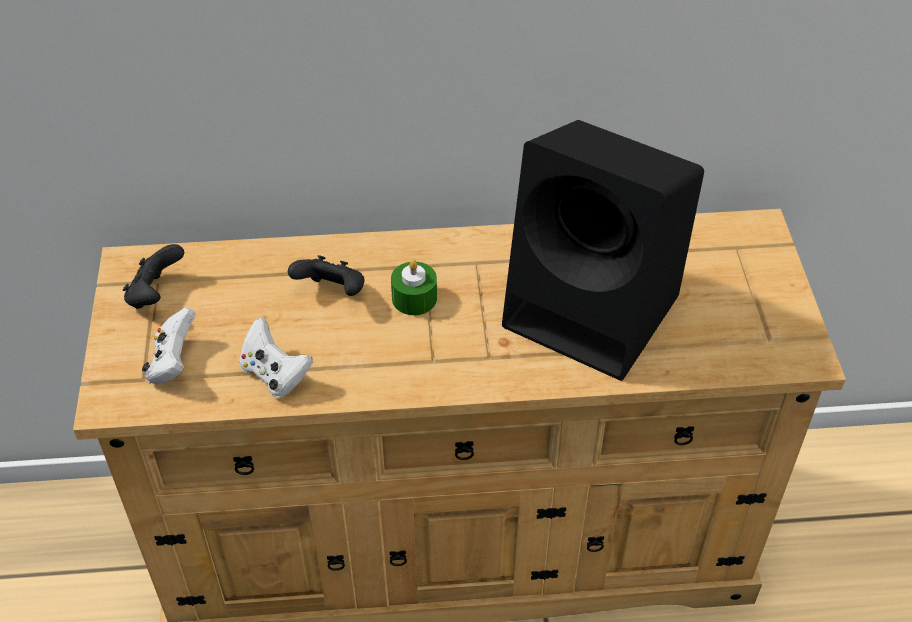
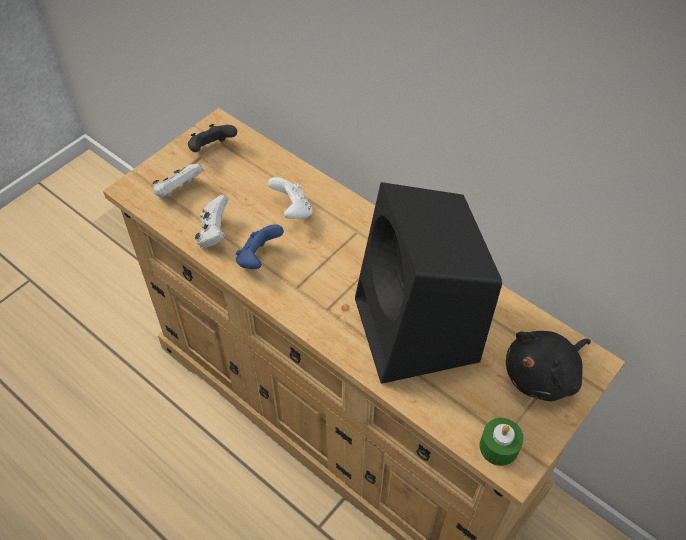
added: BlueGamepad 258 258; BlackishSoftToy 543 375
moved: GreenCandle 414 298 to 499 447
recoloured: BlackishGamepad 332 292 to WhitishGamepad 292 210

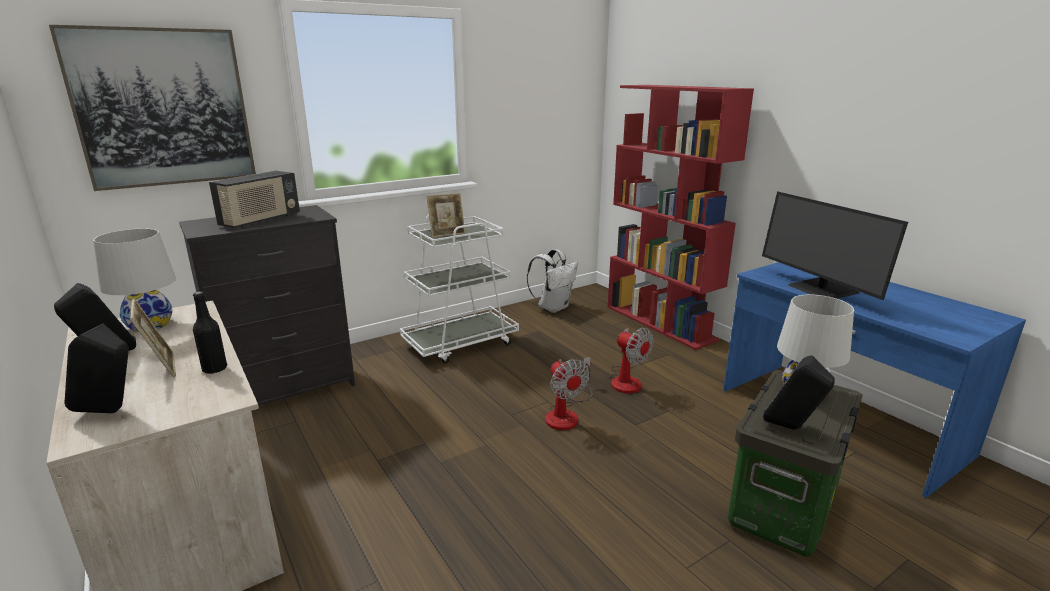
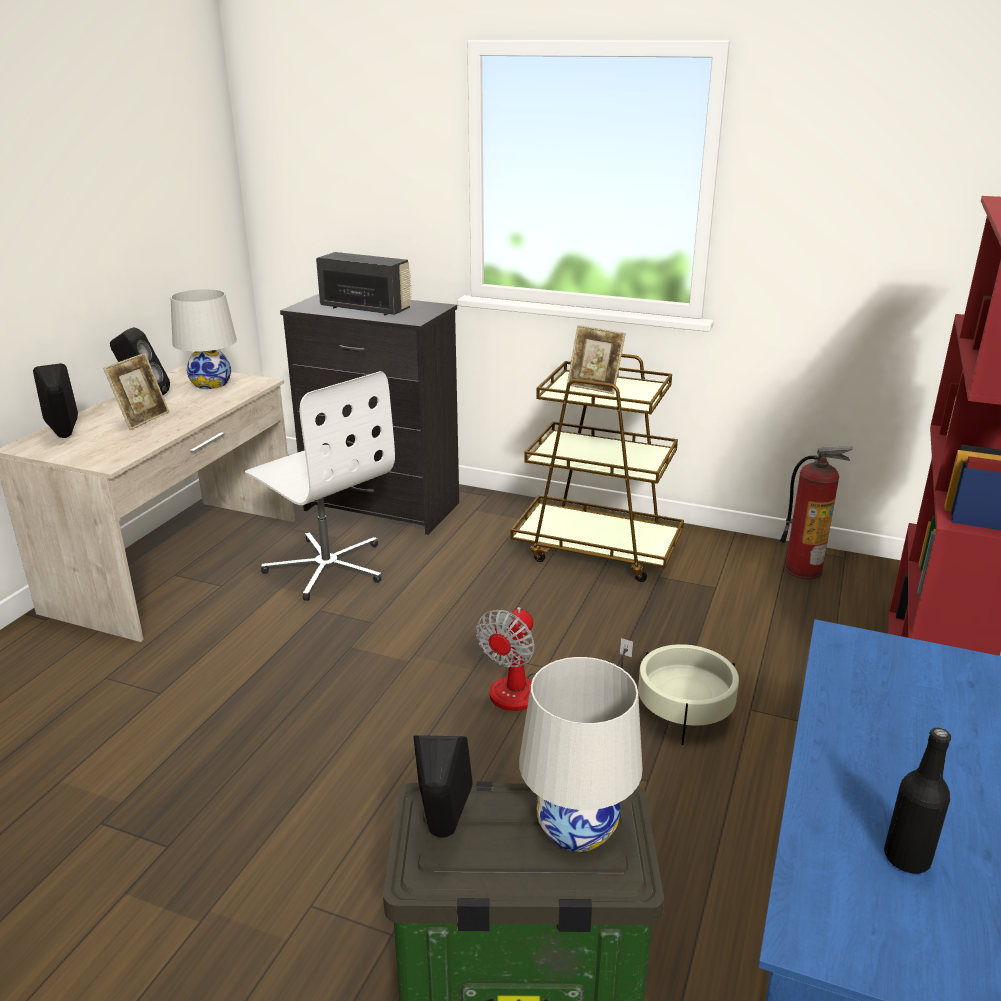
removed: WallArt 163 108; ComputerDisplay 821 289
added: WhitishOfficeChair 327 567
moved: BlackishBottle 215 369 to 906 858
replaced: WhitishRucksack 553 307 to FireExtinguisher 803 569; CoolingFan 626 379 to BeigeFlowerPot 684 711
recoloured: WhitishTrolley 461 343 to BrownTrolley 597 549
turned: RadioSet 260 221 = 366 309 150 degrees counterclockwise

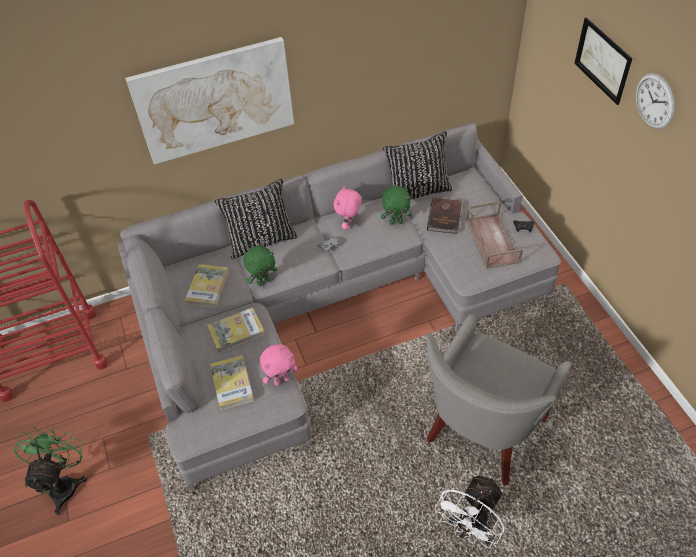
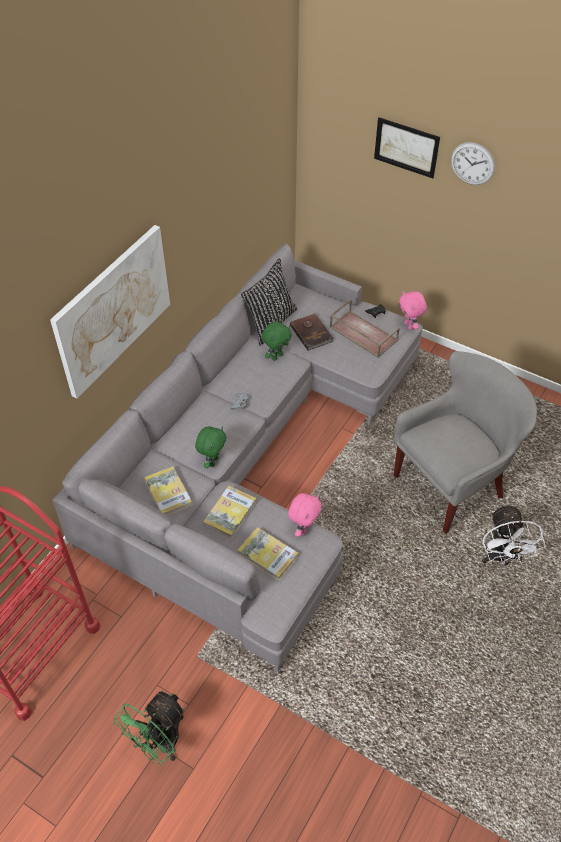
removed: BlackishCushion 261 241
moved: PinkSoftToy 349 225 to 409 326
turned: GreenCoolingFan 65 483 = 159 743 105 degrees counterclockwise; GrayEasyChair 483 432 = 451 486 120 degrees counterclockwise

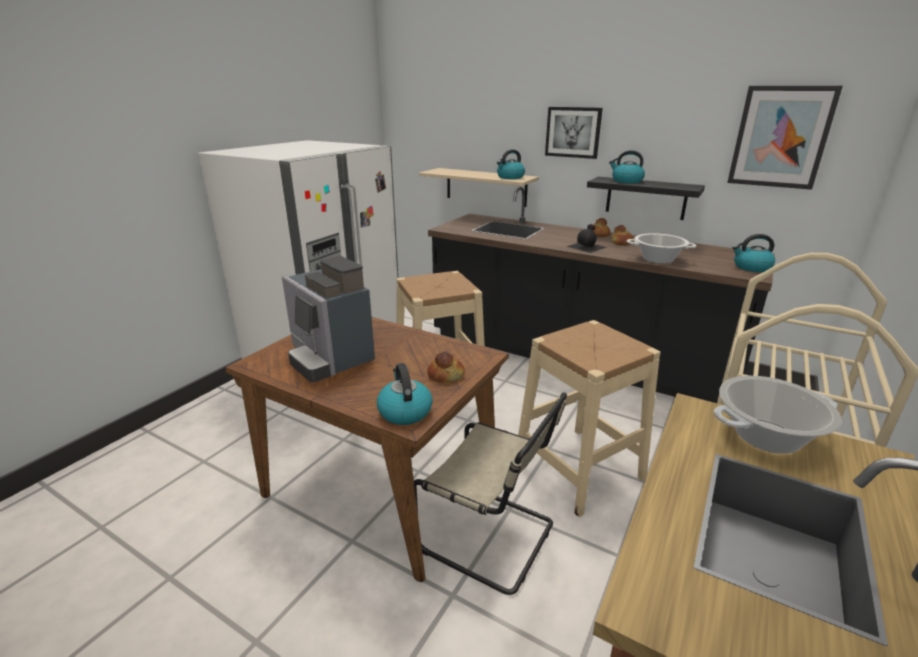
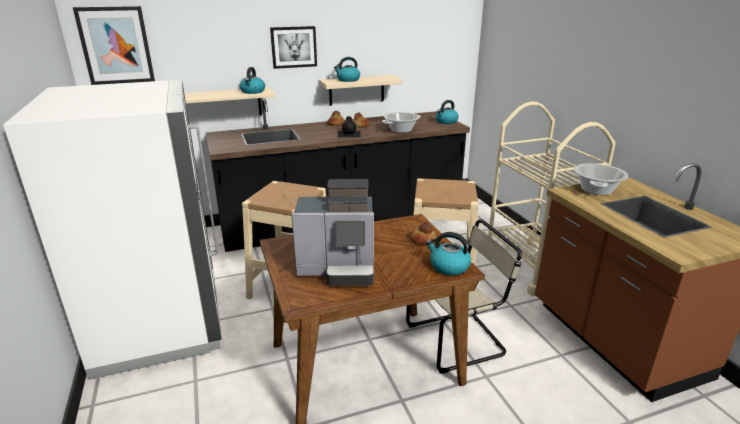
moved: WallArt 780 137 to 116 45
recoloured: BlackishWallShelf 646 198 to BeigeWallShelf 356 90

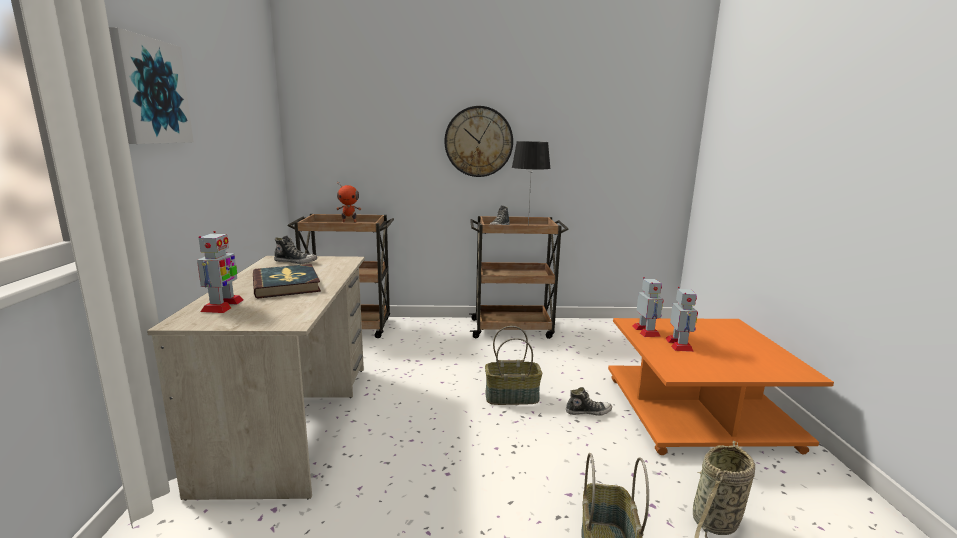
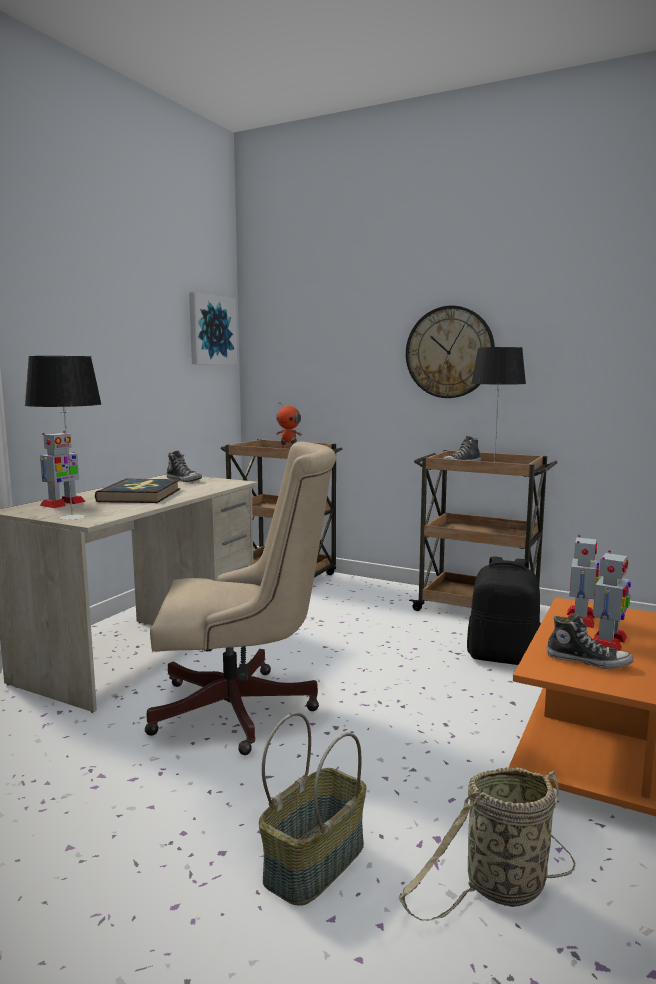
removed: Basket 512 397
added: TabletopLamp 71 517; BeigeOfficeChair 244 710; BlackishRucksack 503 657
moved: WallArt 151 91 to 211 330; Shoe 588 412 to 588 661

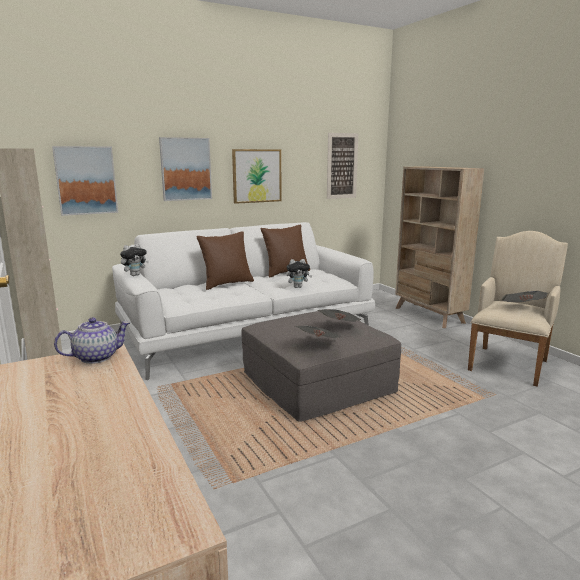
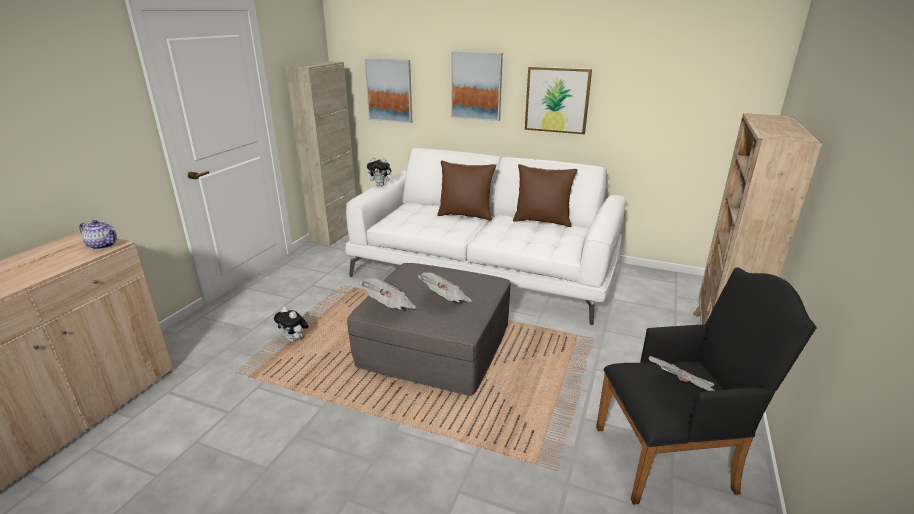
removed: WallArt 342 166
moved: SoftToy 298 287 to 294 340
recoloured: BeigeEasyChair 509 363 to BlackishEasyChair 672 458

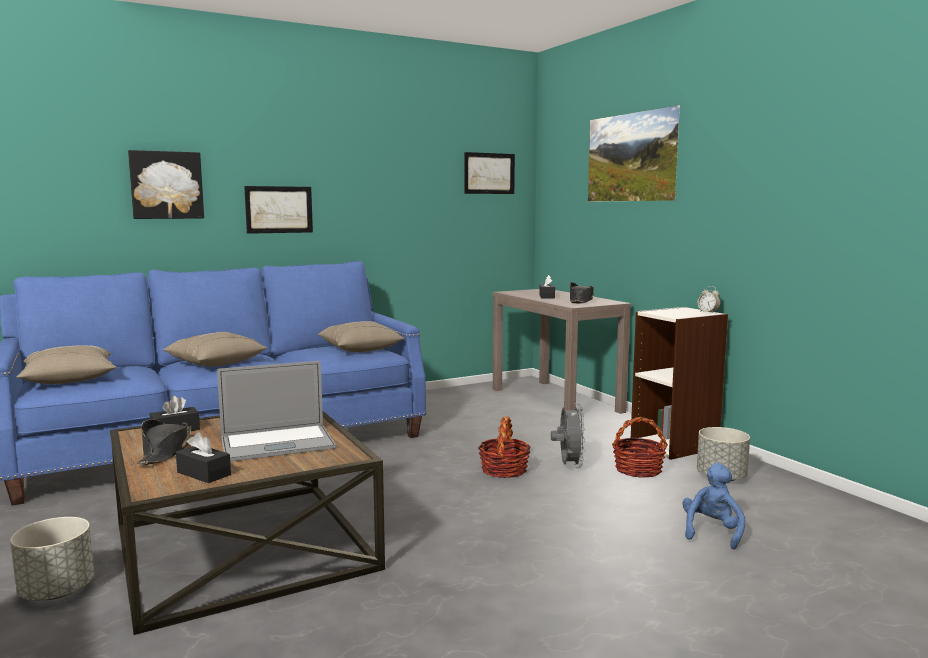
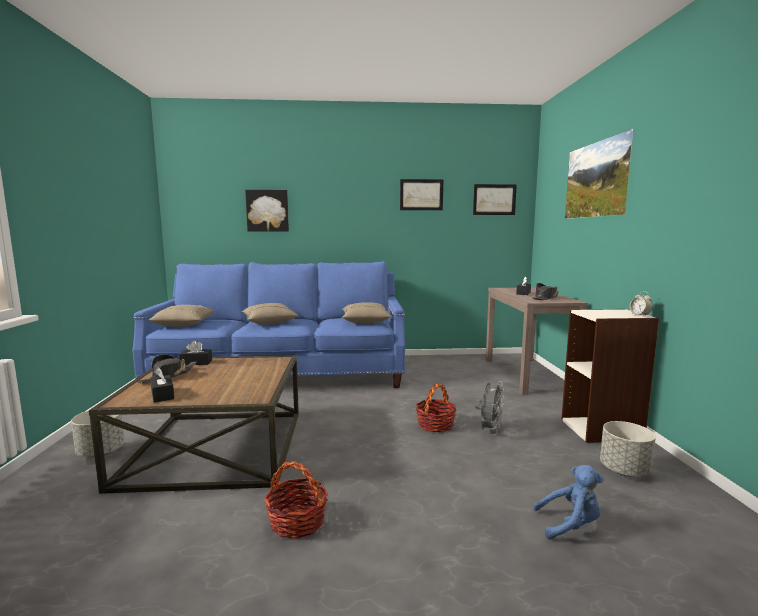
removed: Laptop 277 443
moved: WallArt 279 209 to 421 194; Basket 638 470 to 297 521
turned: BlueSoftToy 712 532 = 570 525 45 degrees clockwise

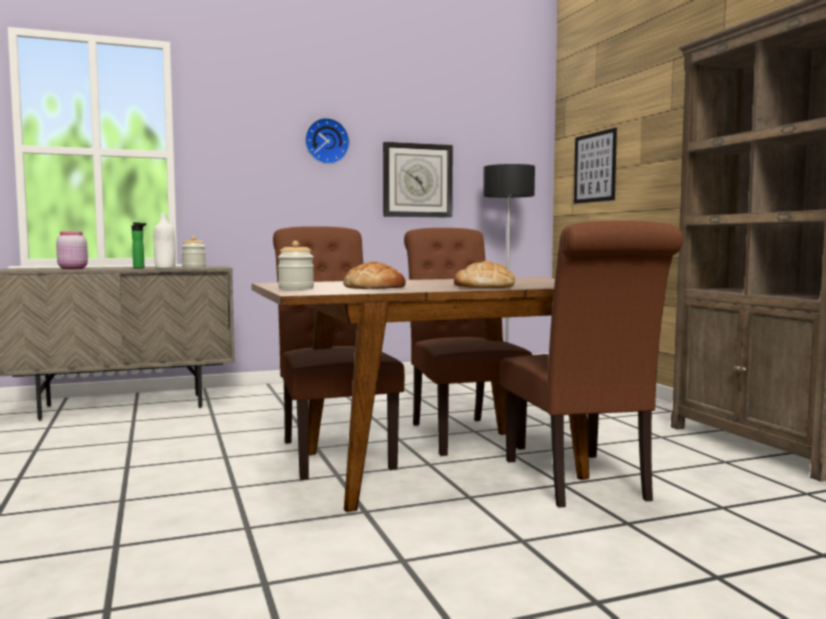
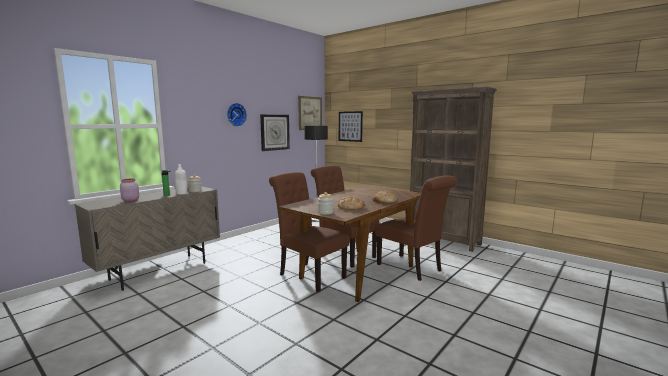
added: WallArt 310 113

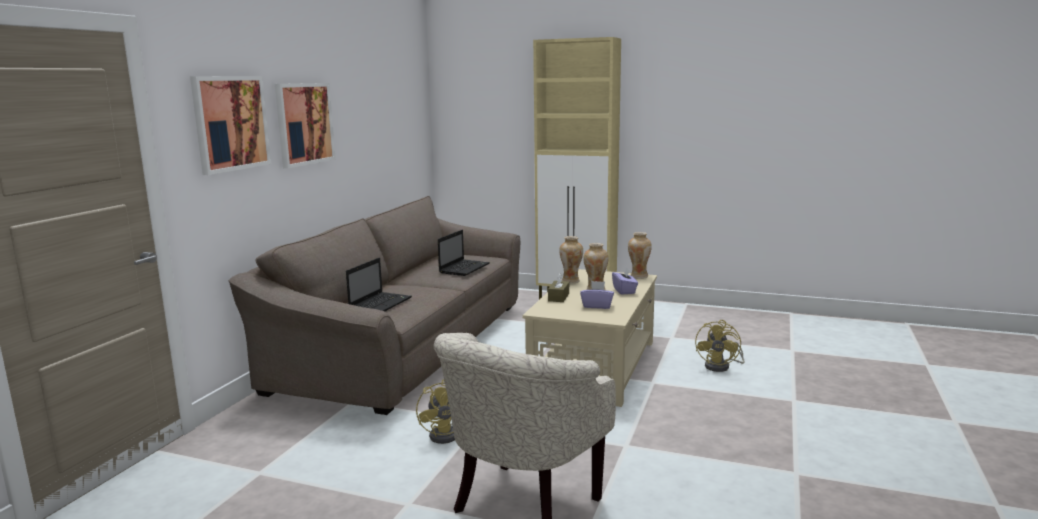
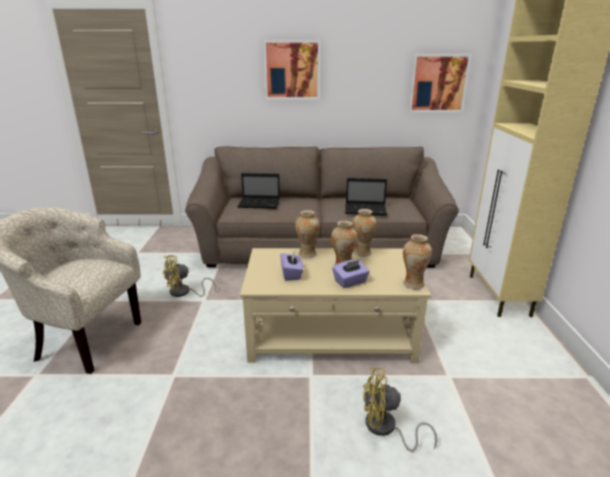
moved: WallArt 231 123 to 438 83
replaced: BrownTissueBox 558 297 to Vase 307 254

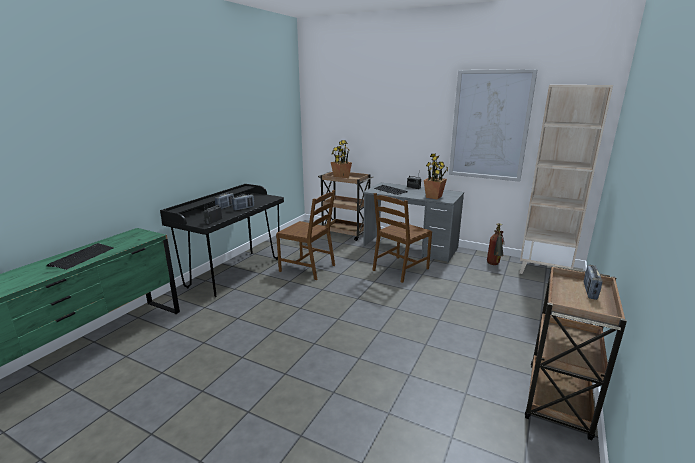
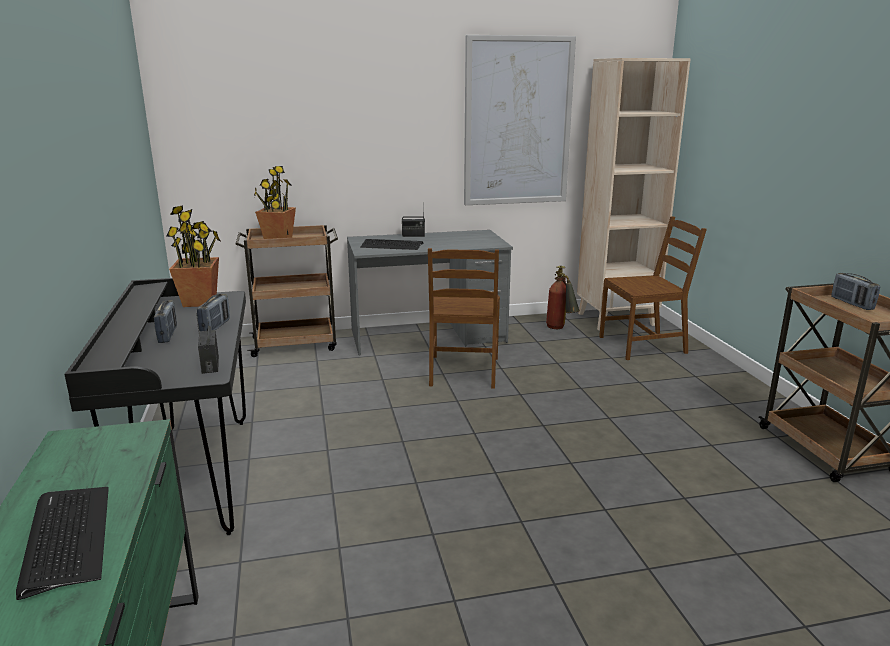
moved: BrownUprightChair 308 268 to 643 345; PottedPlant 434 197 to 200 302

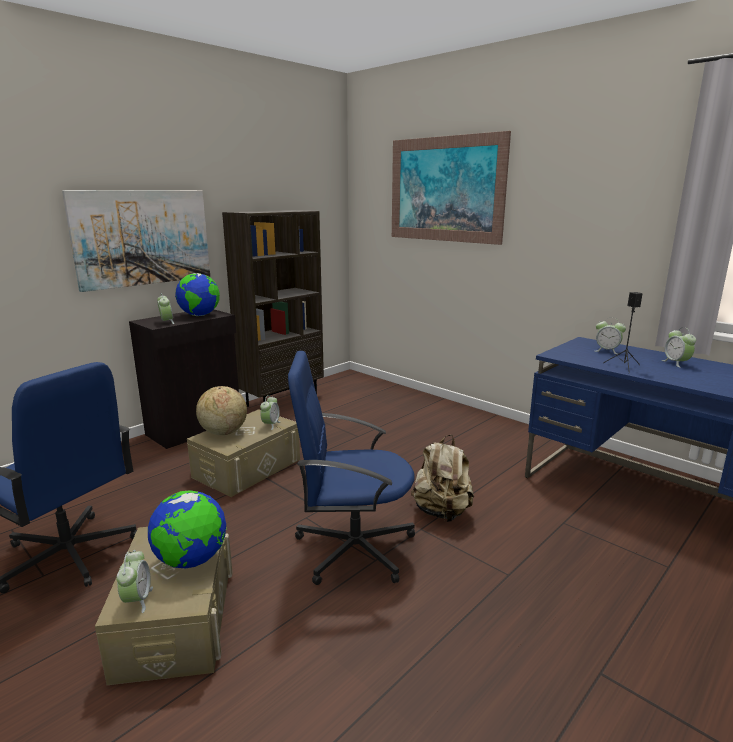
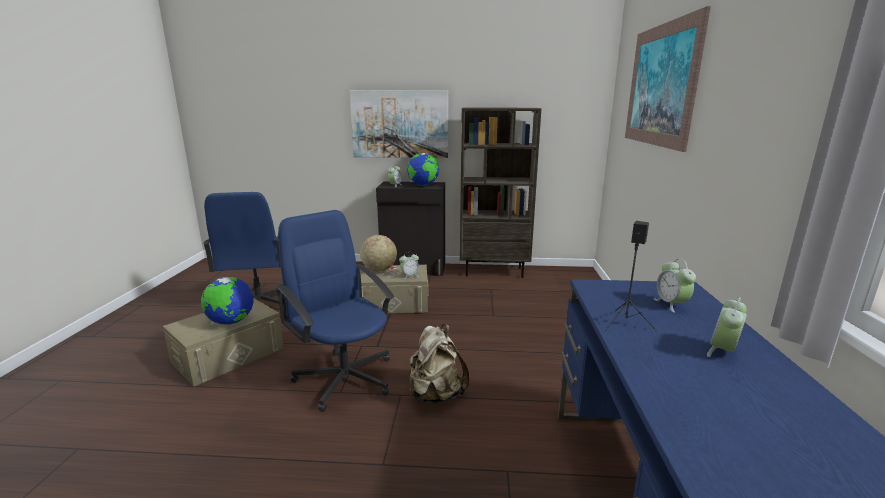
removed: BedsideClock 137 600

